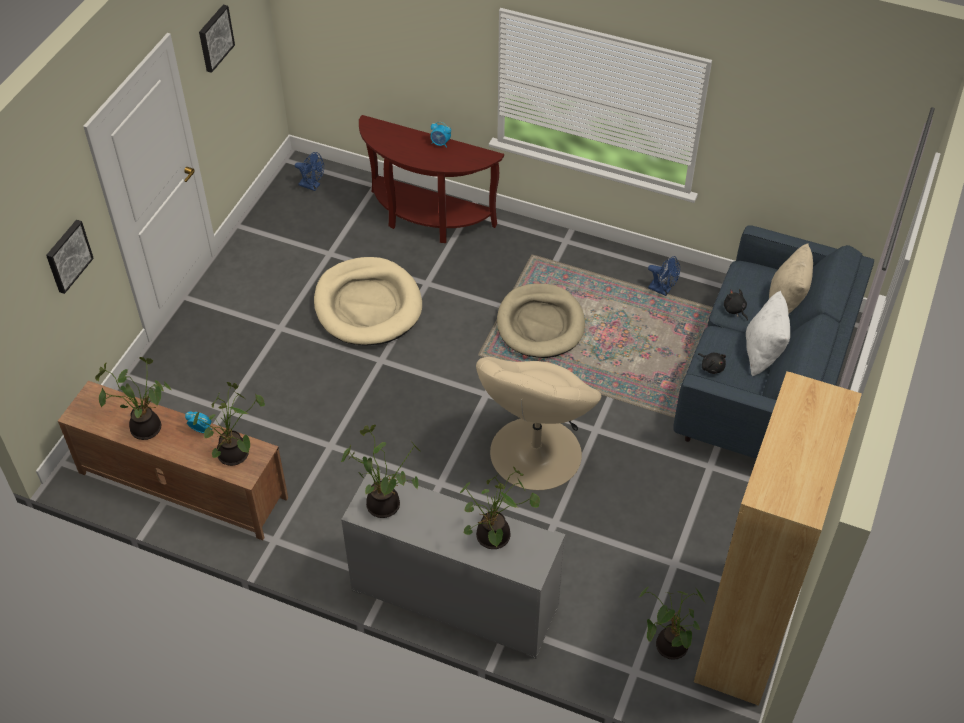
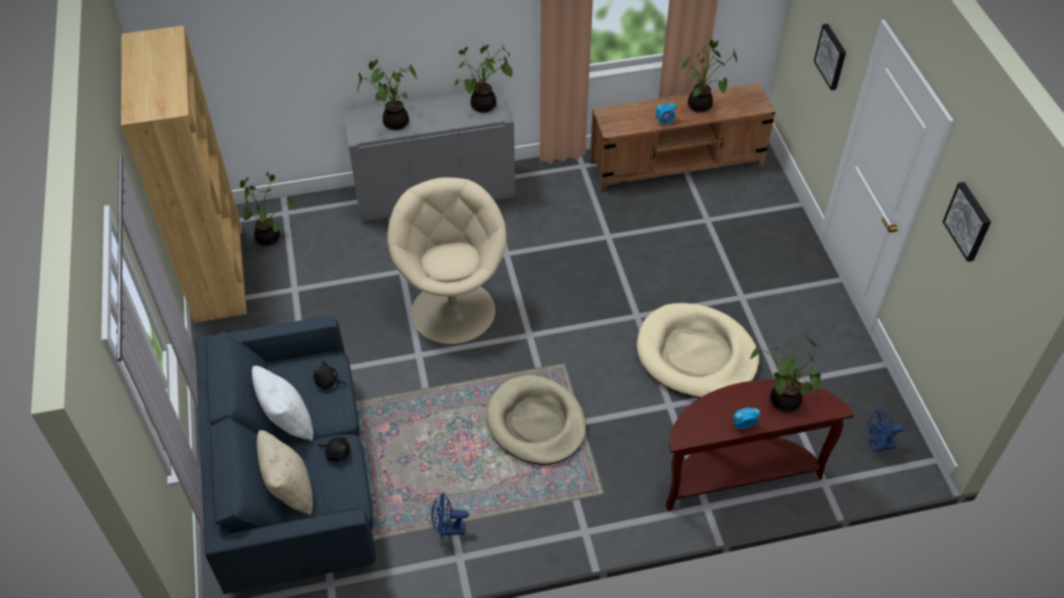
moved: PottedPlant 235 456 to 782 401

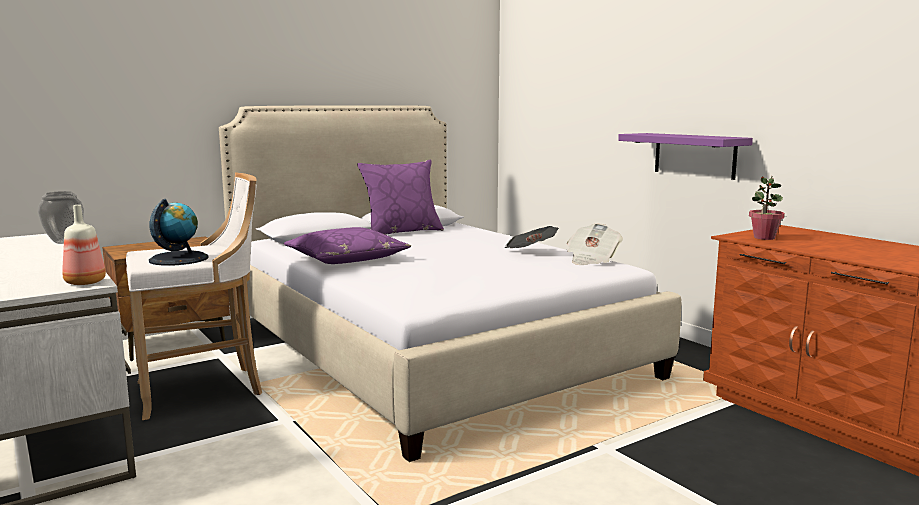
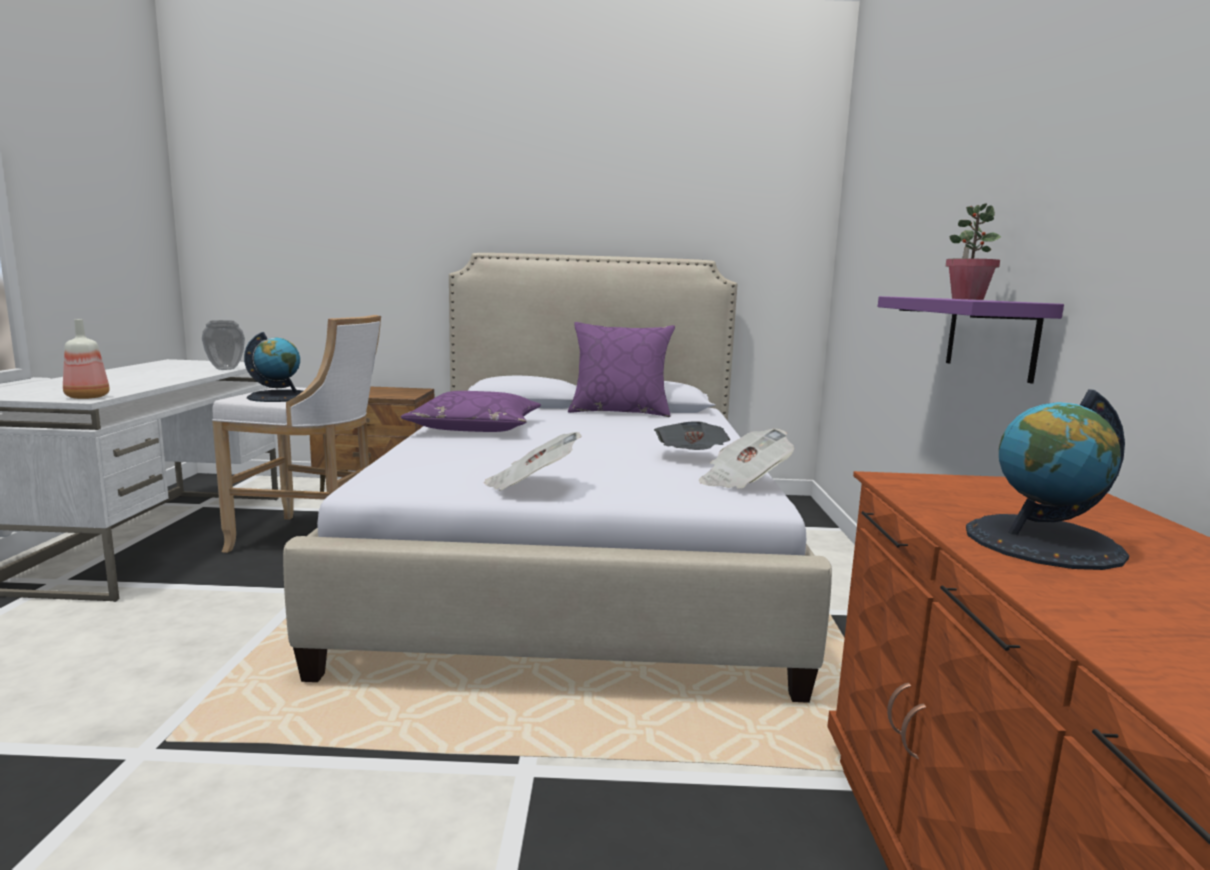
added: Newspaper 530 486; WorldGlobe 1043 542
moved: PottedPlant 764 238 to 967 299

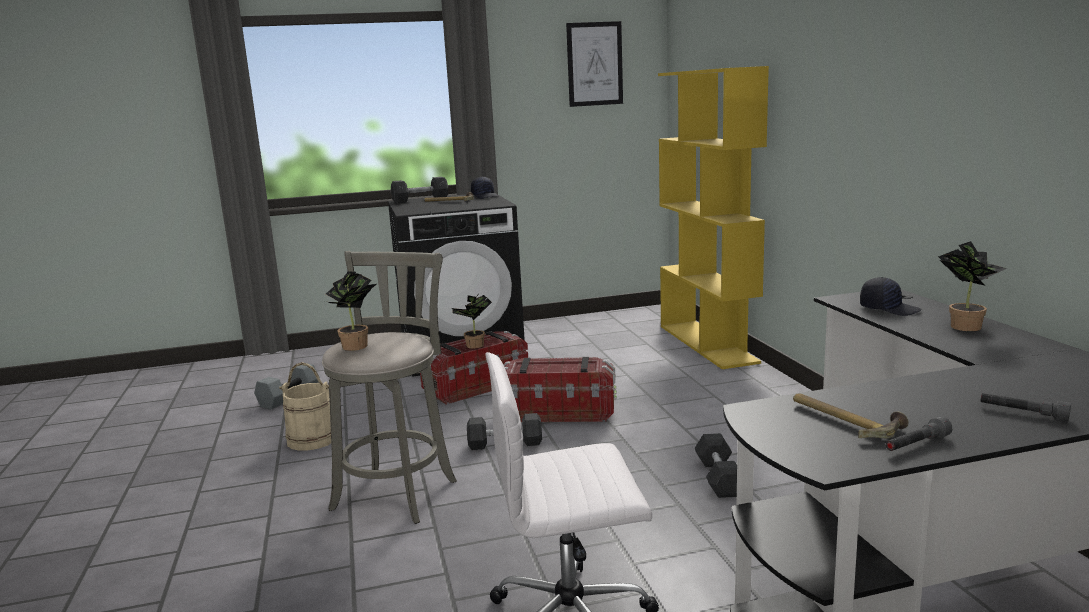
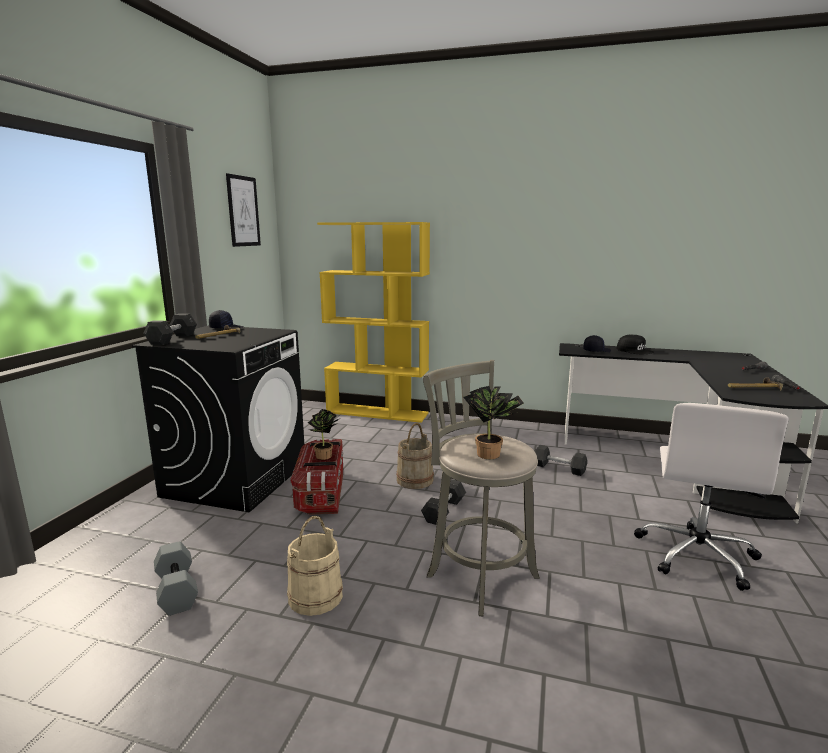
replaced: StorageContainer 557 412 to BeigeBucket 415 480; PottedPlant 963 325 to BlackishCap 634 350

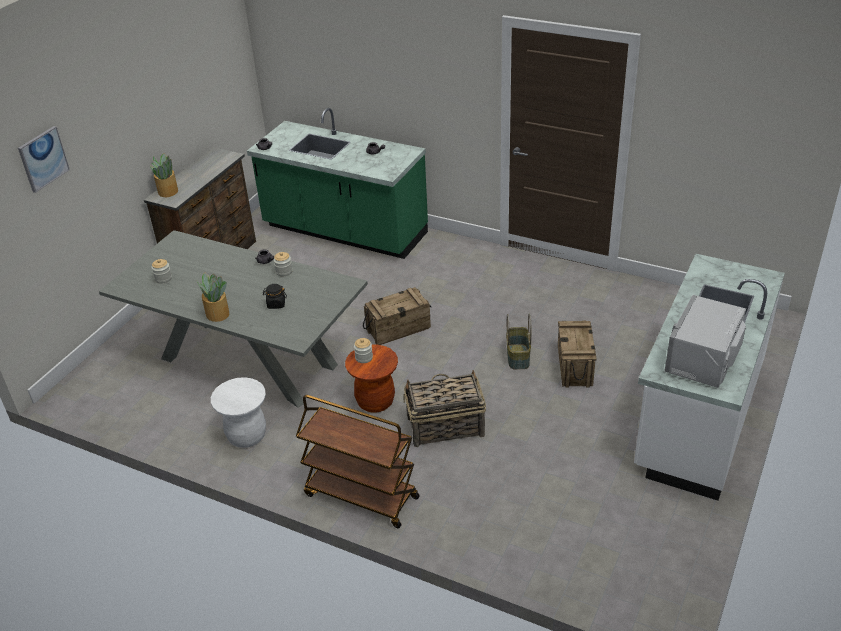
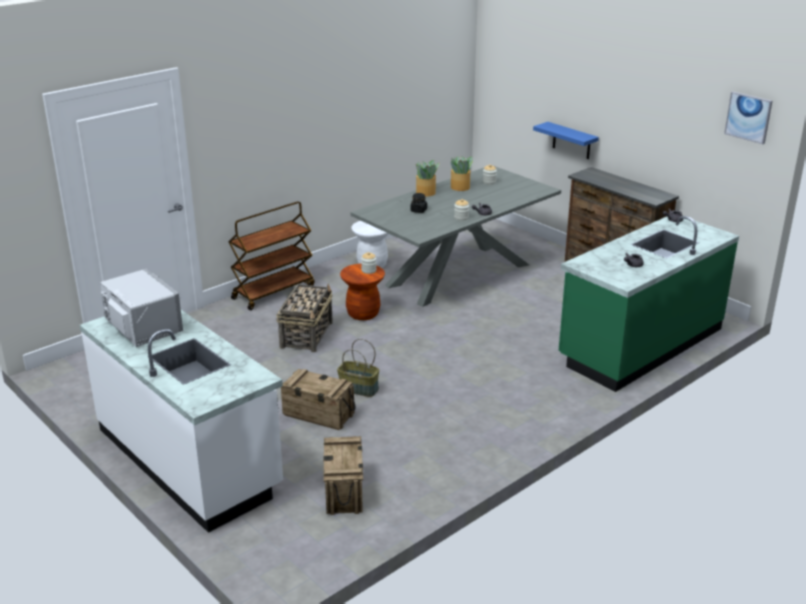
added: BlueWallShelf 571 141
moved: WallArt 43 159 to 748 117; PottedPlant 168 191 to 460 187; PackingCrate 398 329 to 344 490

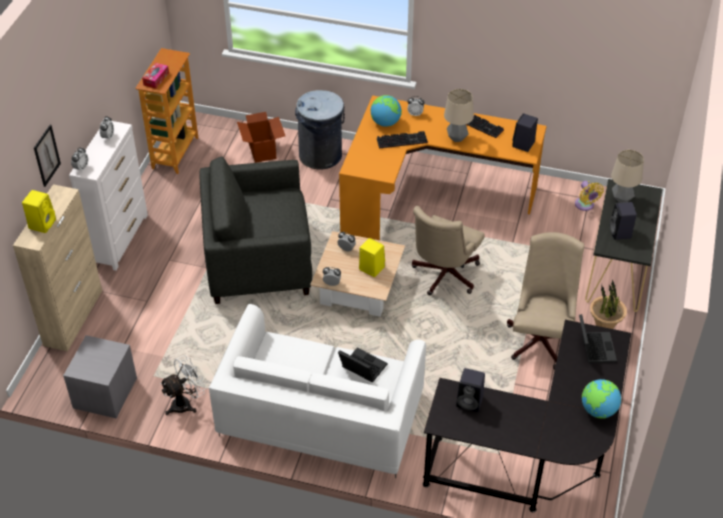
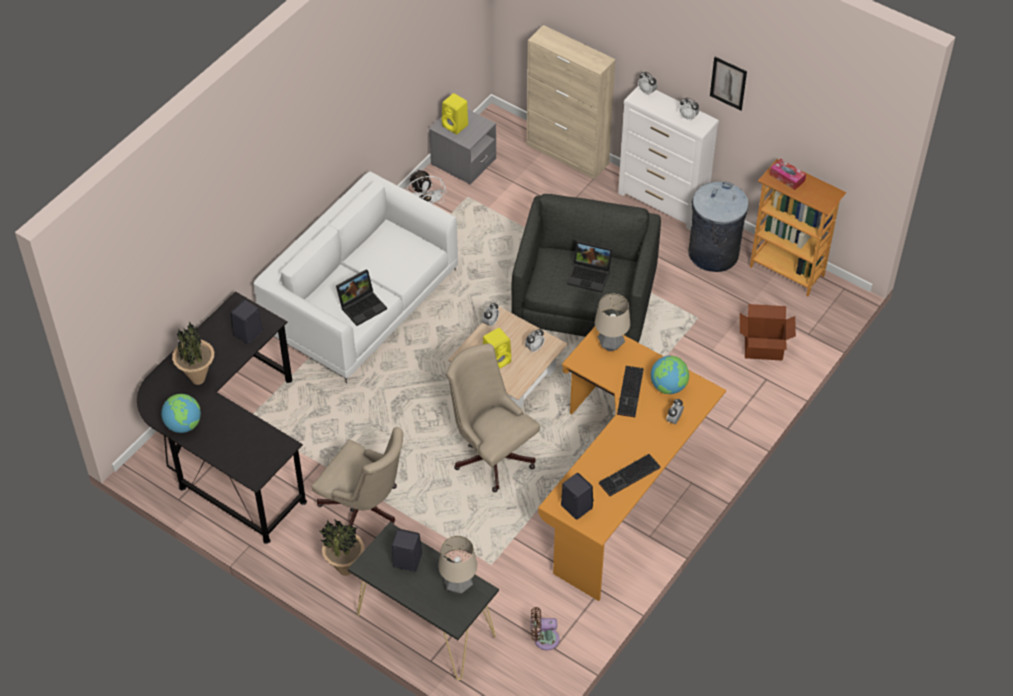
added: PottedPlant 198 379
moved: YellowColouredSpeaker 42 223 to 456 126; WallArt 46 155 to 728 83; GrayWasteBin 321 155 to 713 253; TabletopLamp 457 138 to 610 346; Laptop 594 347 to 590 275
recoloured: YellowColouredCoolingFan 585 205 to BrownCoolingFan 543 639

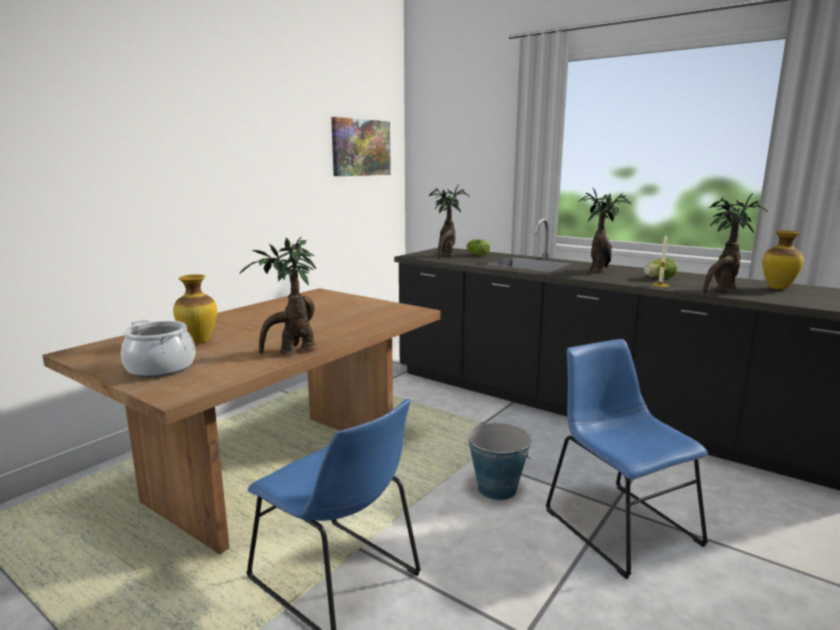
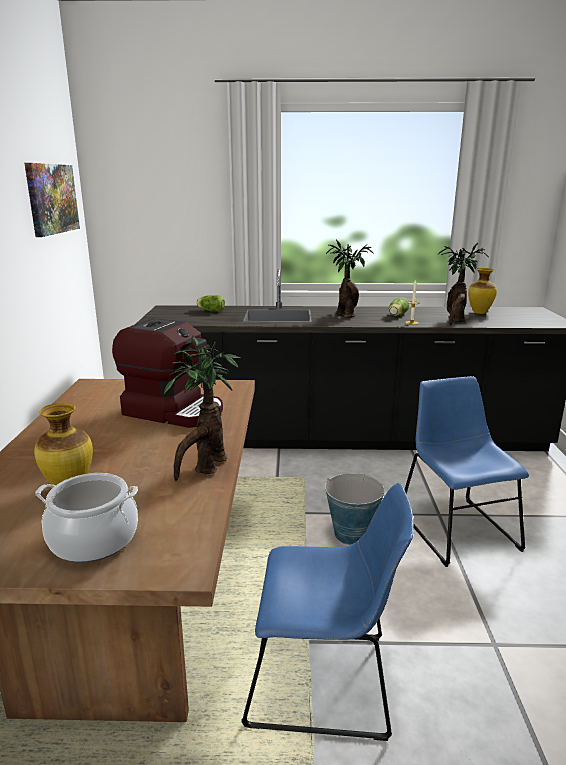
removed: PottedPlant 446 256
added: CoffeeMachine 174 411
turned: BlueUprightChair 617 523 = 455 527 45 degrees clockwise

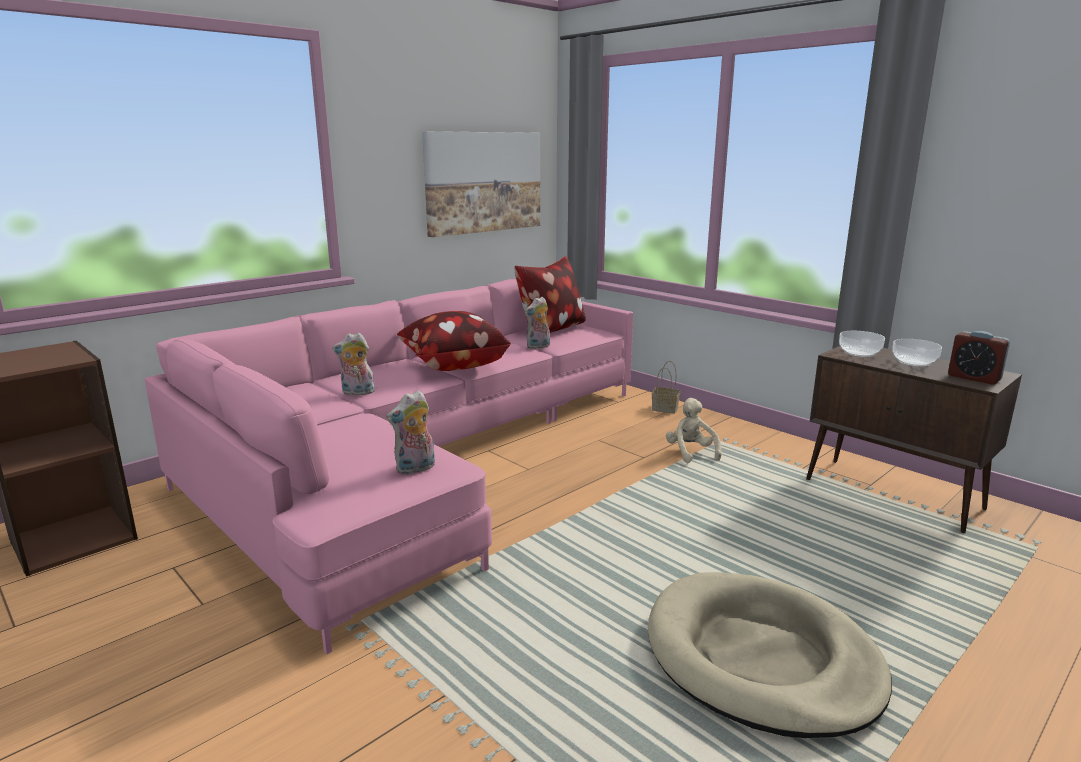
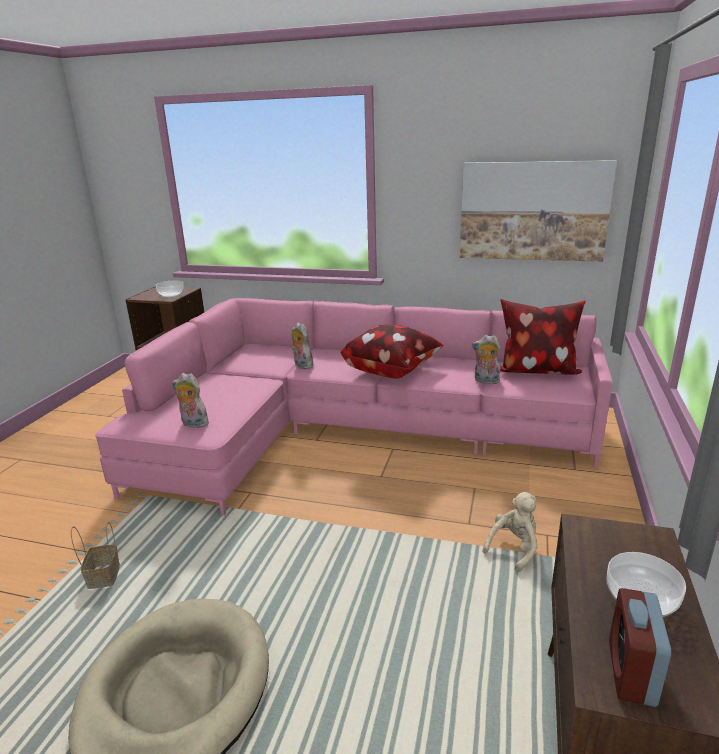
moved: Basket 664 409 to 103 576; ServingBowl 859 352 to 171 294

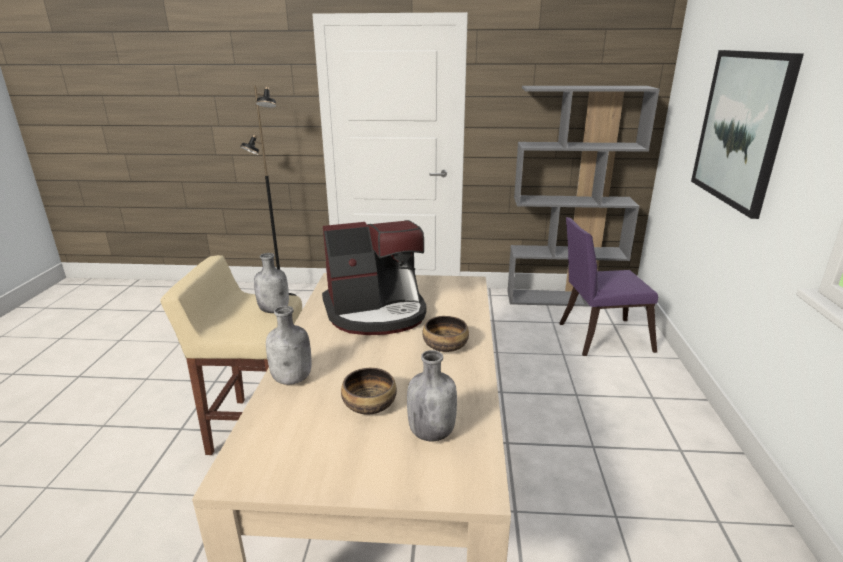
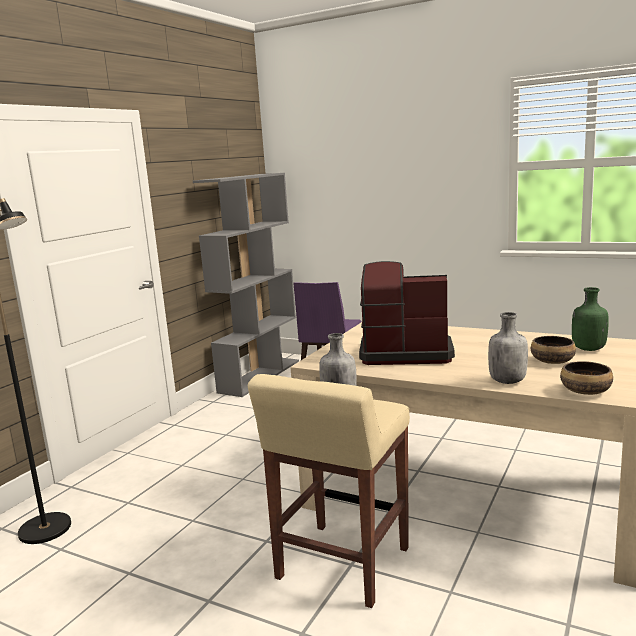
removed: WallArt 741 128
moved: ServingBowl 445 345 to 585 391
recoloured: GrayBottle 431 432 to GreenBottle 587 349
turned: CoffeeMachine 376 312 = 404 352 90 degrees counterclockwise

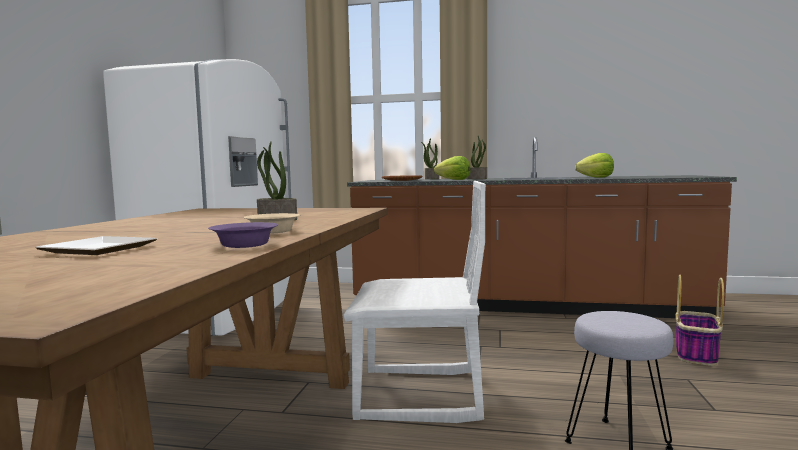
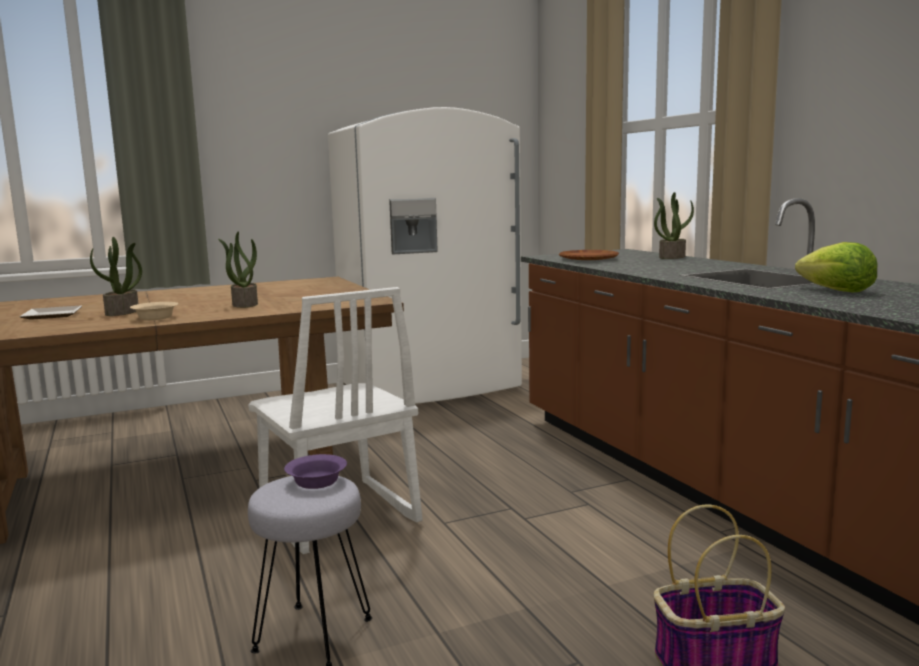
removed: LettuceHead 454 179
moved: PurplishServingBowl 244 245 to 317 481; PottedPlant 477 179 to 122 312

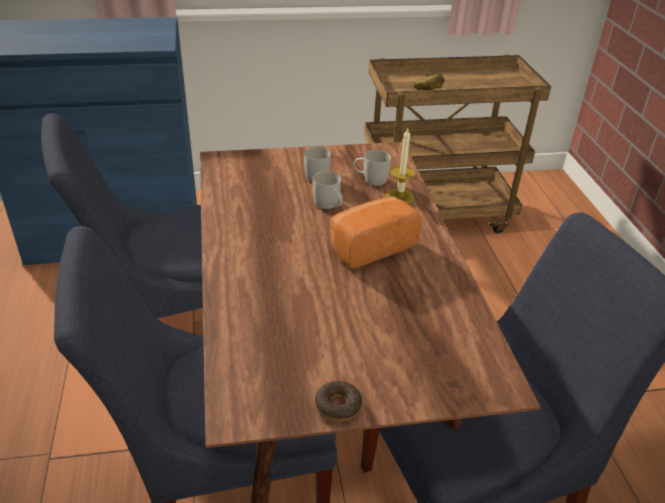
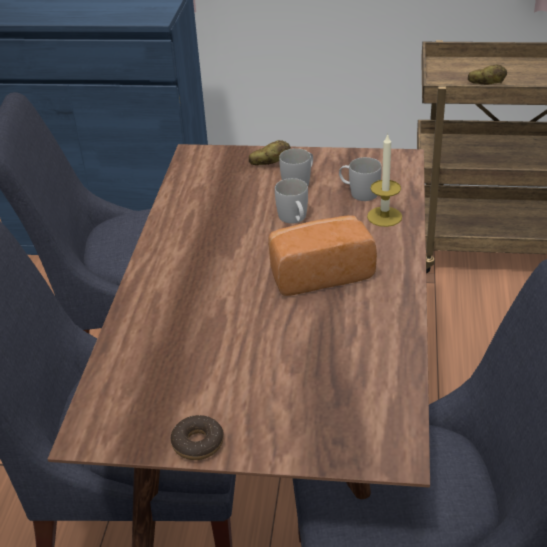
added: Potato 270 164

